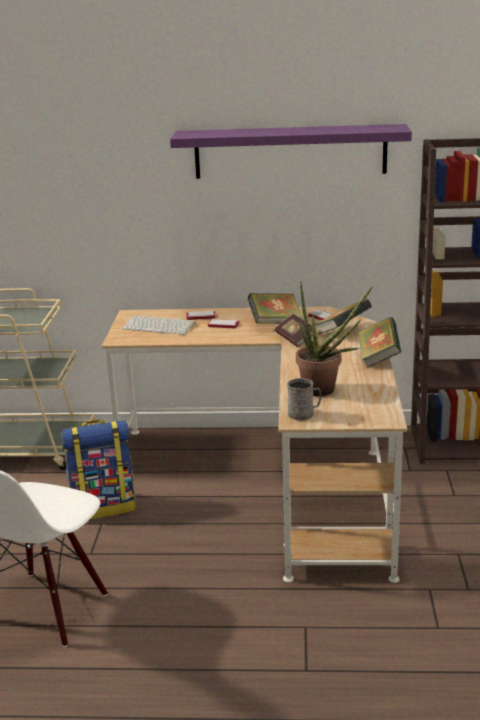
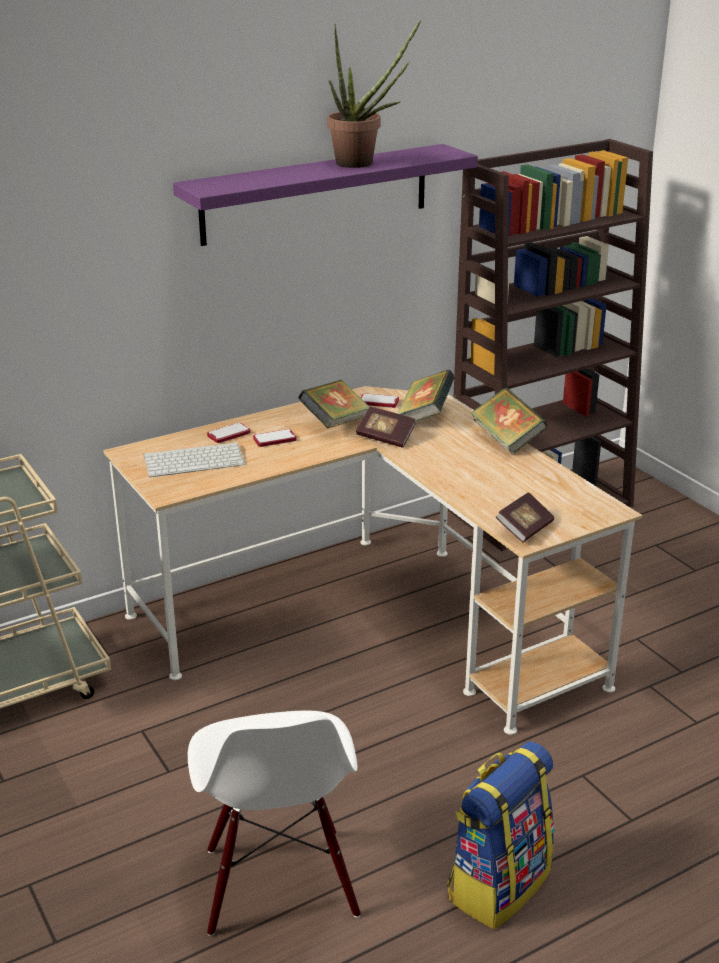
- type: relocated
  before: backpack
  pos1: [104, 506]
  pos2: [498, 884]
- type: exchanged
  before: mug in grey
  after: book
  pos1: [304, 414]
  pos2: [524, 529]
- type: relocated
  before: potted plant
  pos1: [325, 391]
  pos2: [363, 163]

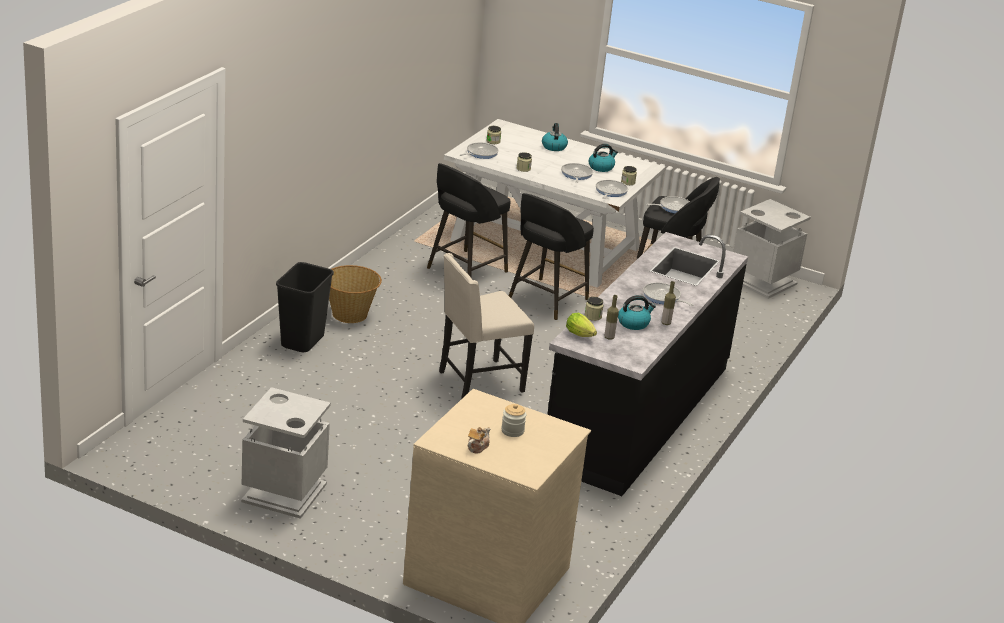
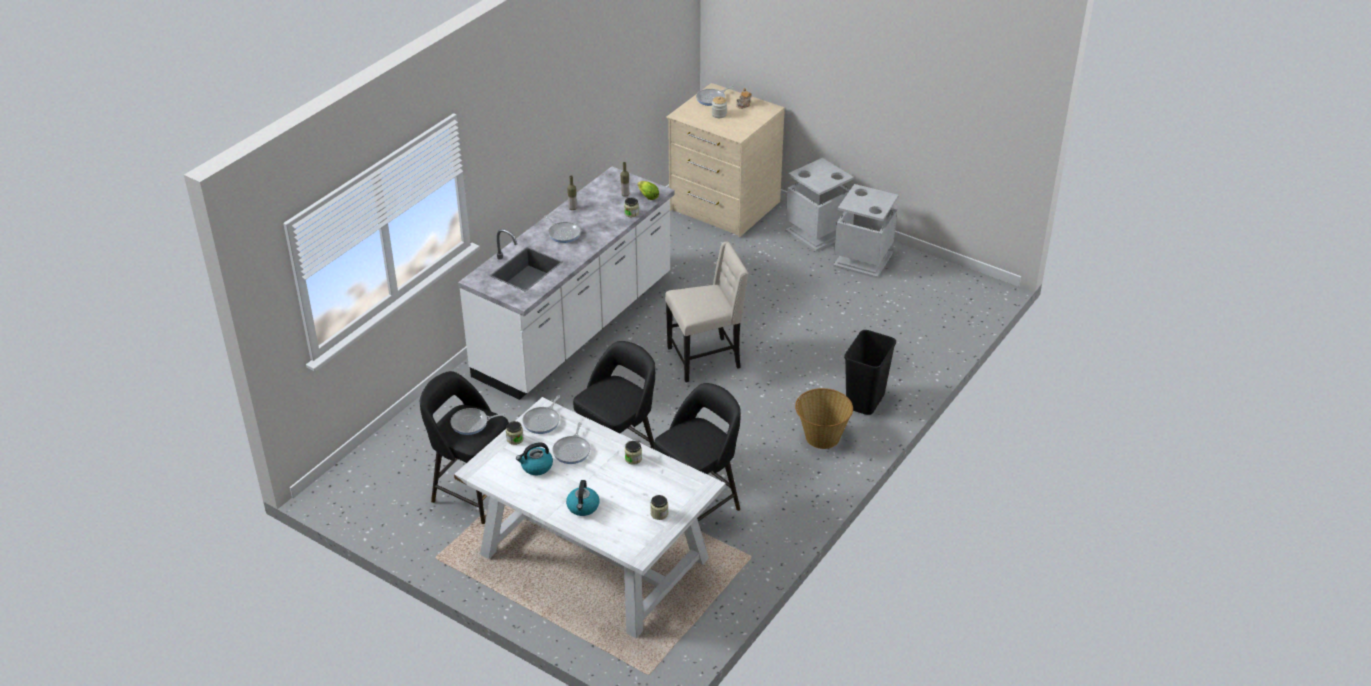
- type: relocated
  before: frying pan
  pos1: [480, 153]
  pos2: [712, 98]
- type: colour
  before: counter in black
  after: counter in white
  pos1: [636, 414]
  pos2: [576, 327]
- type: missing
  before: kettle
  pos1: [634, 323]
- type: relocated
  before: trash can in grey
  pos1: [763, 282]
  pos2: [816, 233]

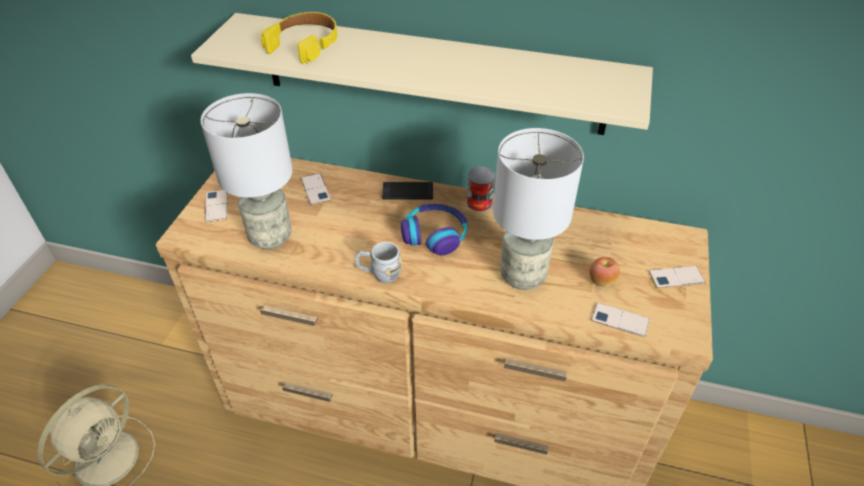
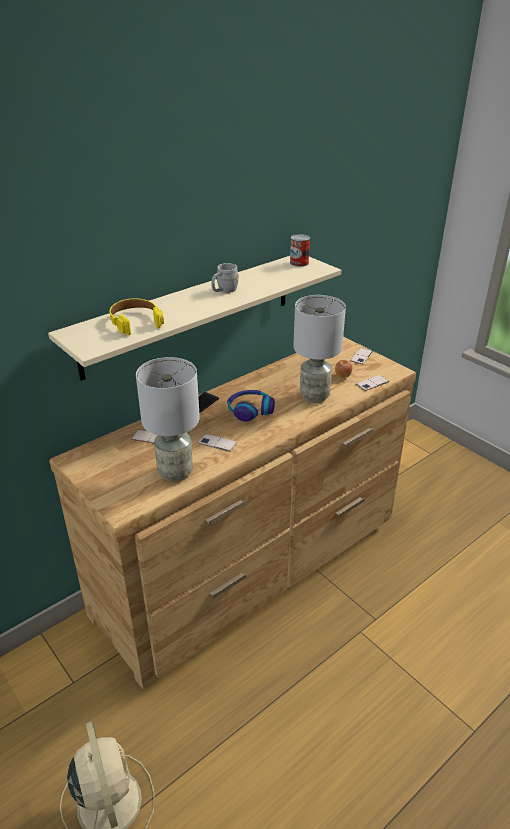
- type: relocated
  before: phone
  pos1: [216, 206]
  pos2: [217, 443]
- type: relocated
  before: mug in grey
  pos1: [379, 274]
  pos2: [224, 291]
- type: relocated
  before: can
  pos1: [479, 203]
  pos2: [299, 263]

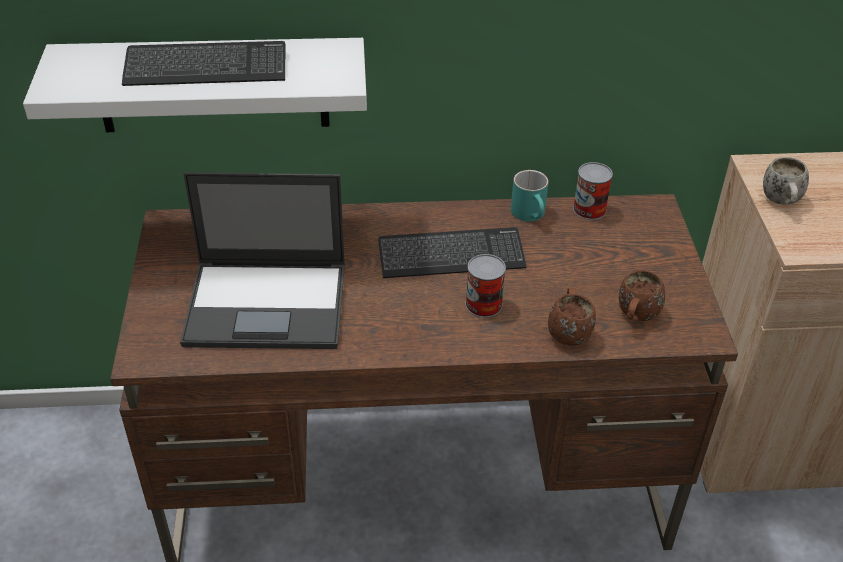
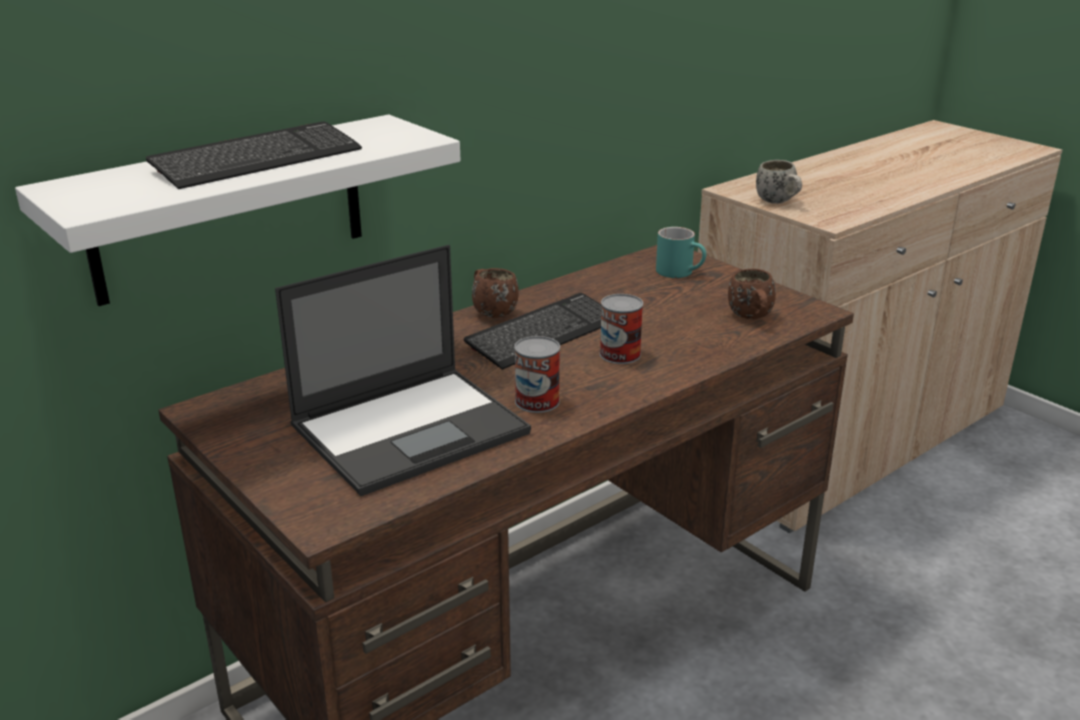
- type: relocated
  before: mug in turquoise
  pos1: [531, 215]
  pos2: [681, 272]
- type: relocated
  before: mug in brown
  pos1: [568, 331]
  pos2: [491, 311]
- type: relocated
  before: can
  pos1: [589, 209]
  pos2: [537, 401]

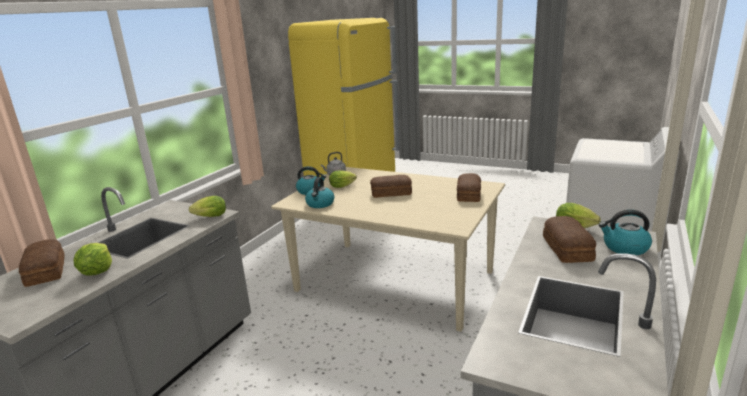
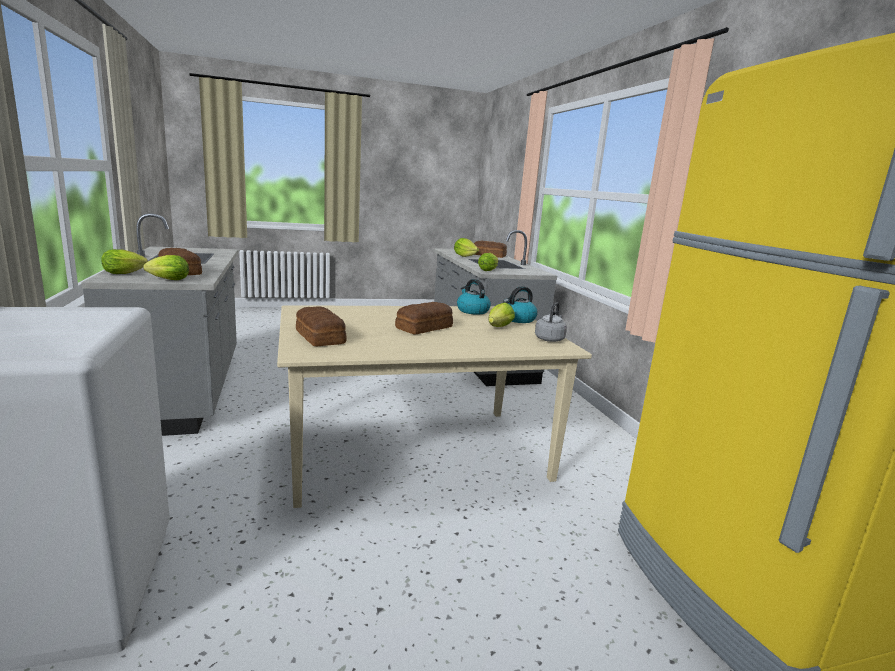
- type: exchanged
  before: kettle
  after: lettuce
  pos1: [624, 248]
  pos2: [126, 273]

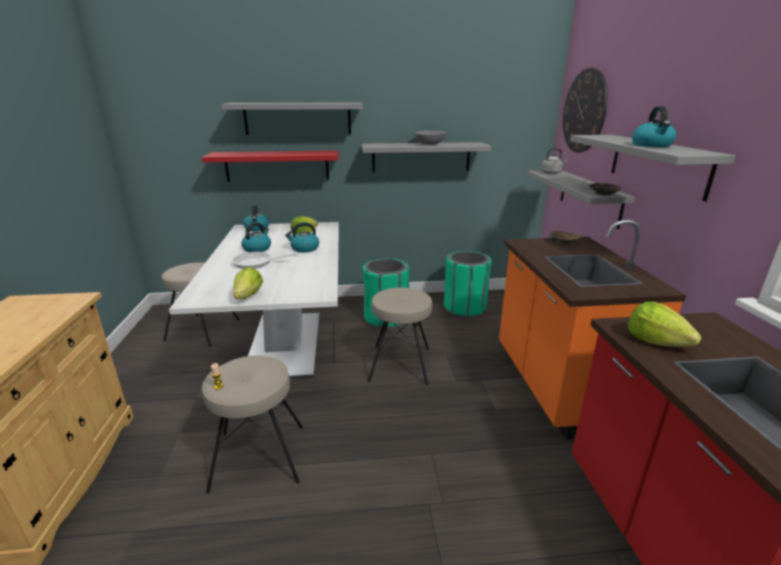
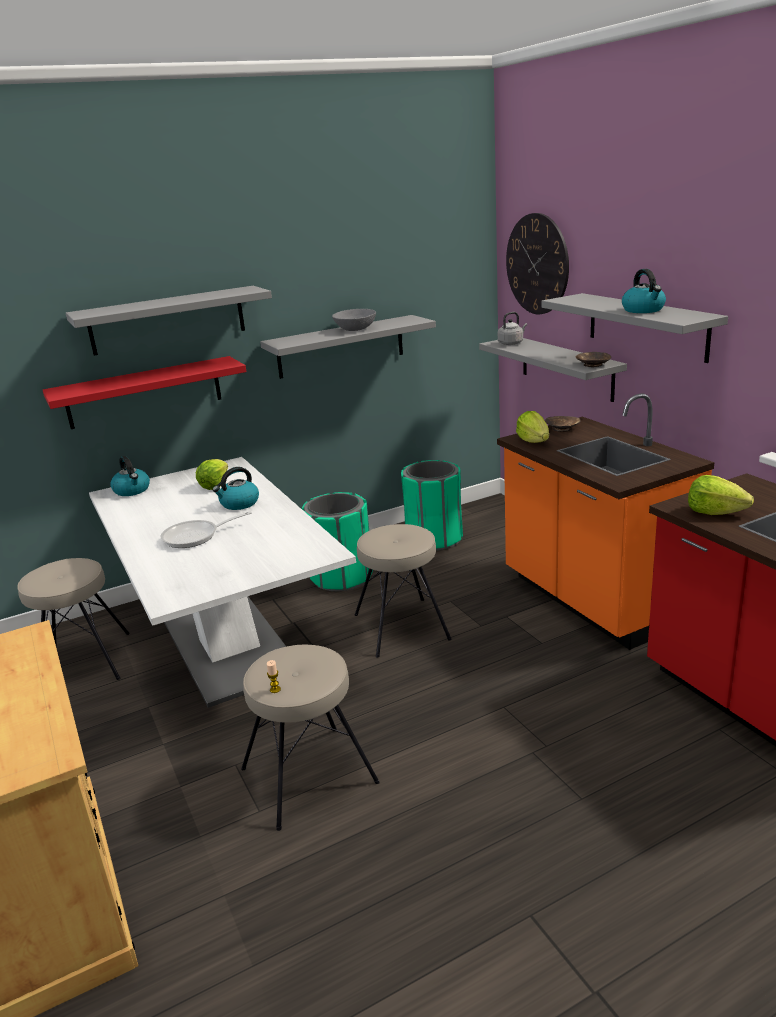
- type: relocated
  before: lettuce
  pos1: [248, 296]
  pos2: [534, 441]
- type: missing
  before: kettle
  pos1: [257, 248]

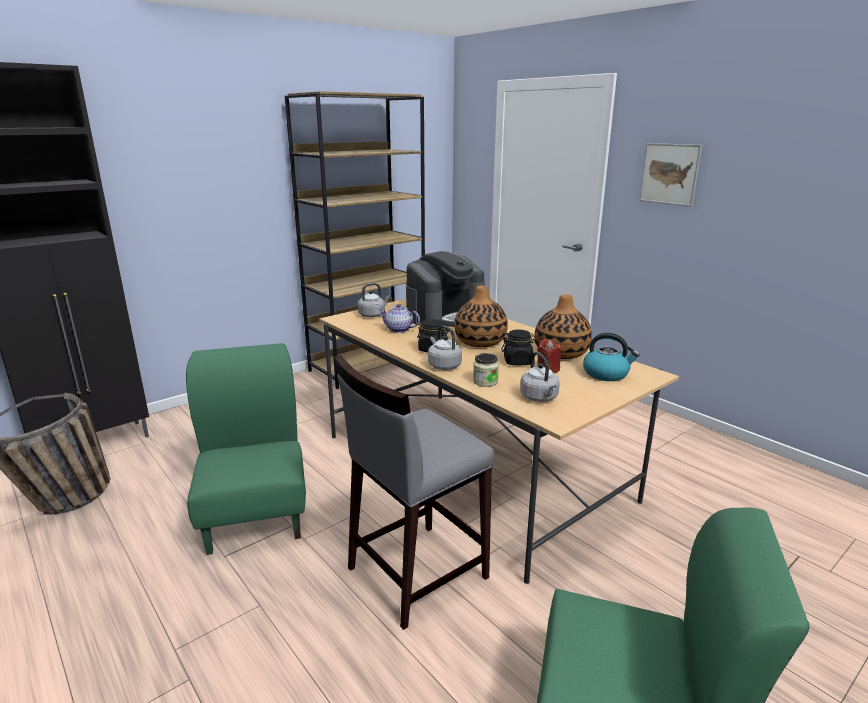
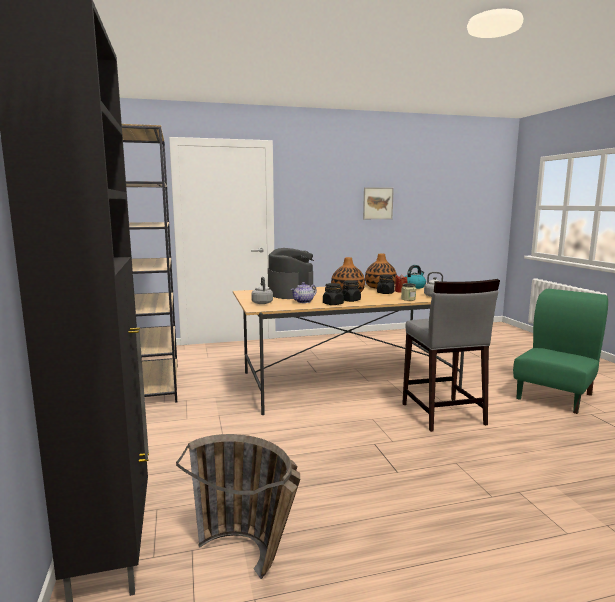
- type: missing
  before: chair in green
  pos1: [256, 514]
- type: missing
  before: kettle in grey
  pos1: [443, 365]
- type: relocated
  before: picture
  pos1: [669, 174]
  pos2: [378, 203]
- type: appeared
  after: jar in black
  pos2: [333, 304]

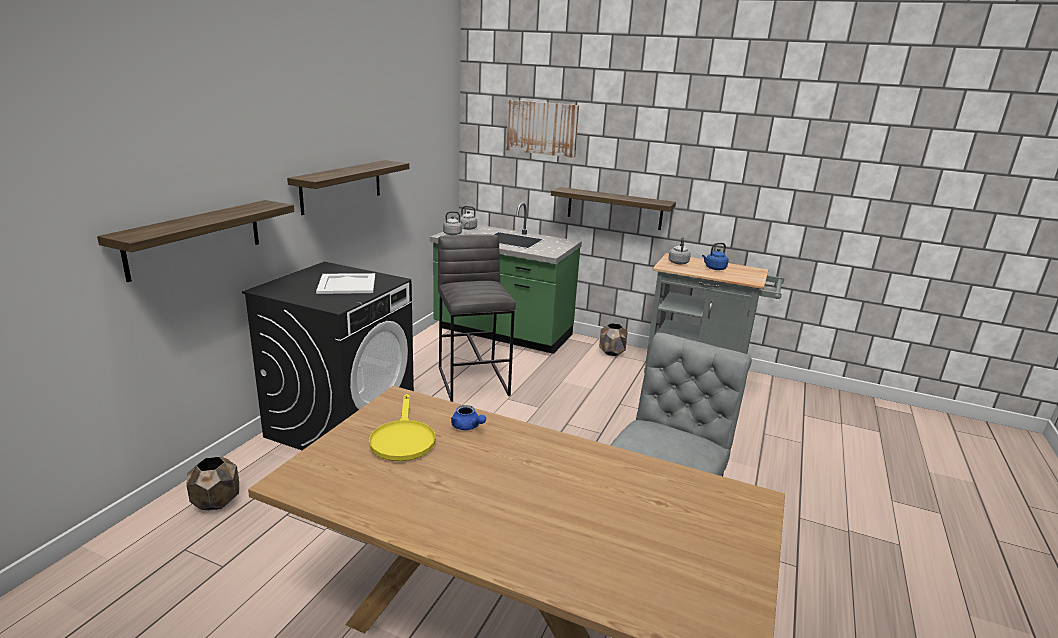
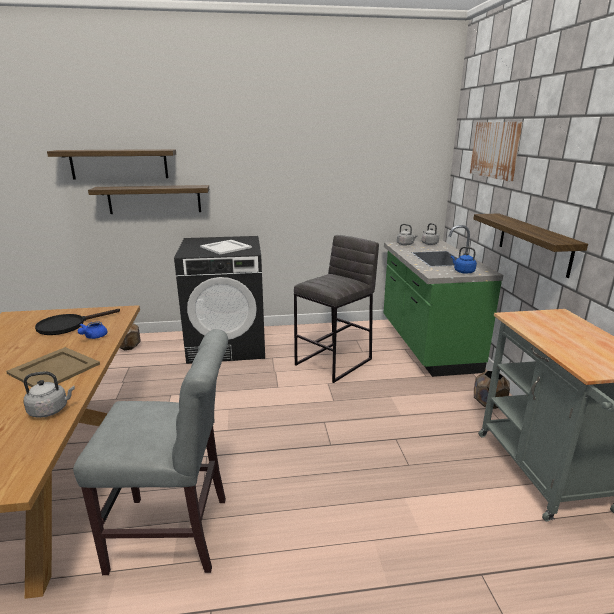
- type: relocated
  before: shelf
  pos1: [342, 186]
  pos2: [119, 164]
- type: colour
  before: frying pan in yellow
  after: frying pan in black
  pos1: [402, 439]
  pos2: [68, 325]
- type: relocated
  before: kettle in grey
  pos1: [678, 262]
  pos2: [51, 410]
- type: relocated
  before: kettle in blue
  pos1: [714, 268]
  pos2: [463, 271]
- type: appeared
  after: tray in beige
  pos2: [54, 368]

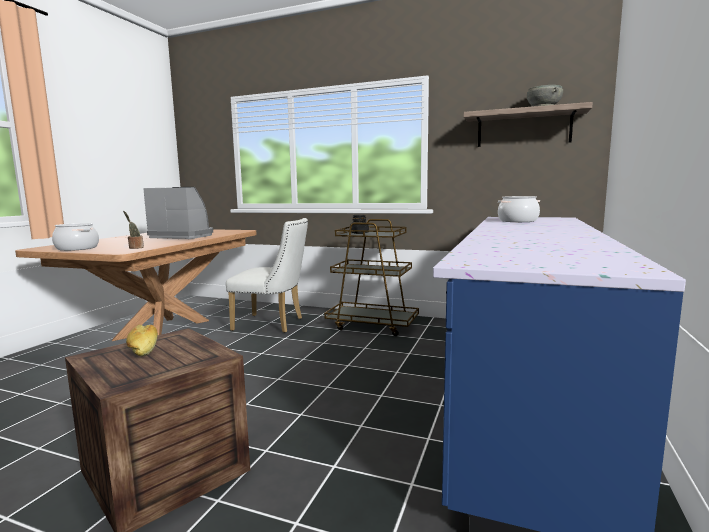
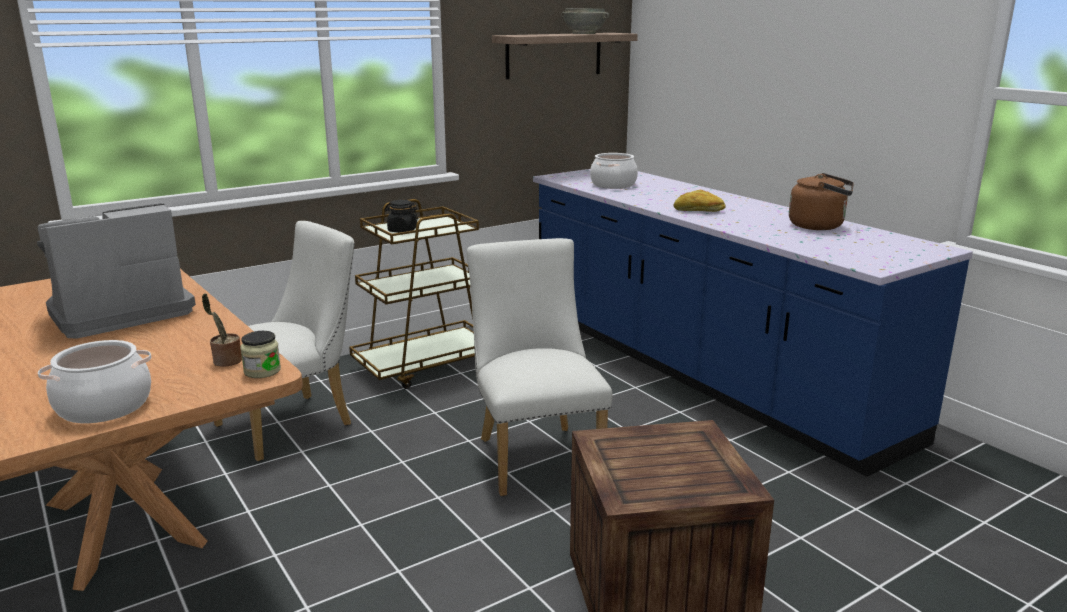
- type: relocated
  before: bread
  pos1: [143, 349]
  pos2: [699, 211]
- type: appeared
  after: jar
  pos2: [262, 371]
- type: appeared
  after: chair in white
  pos2: [535, 454]
- type: appeared
  after: kettle in brown
  pos2: [819, 226]

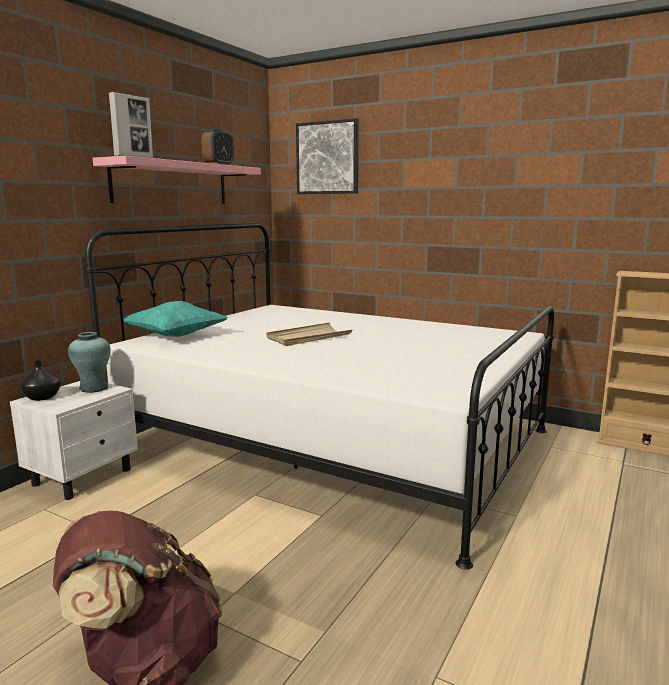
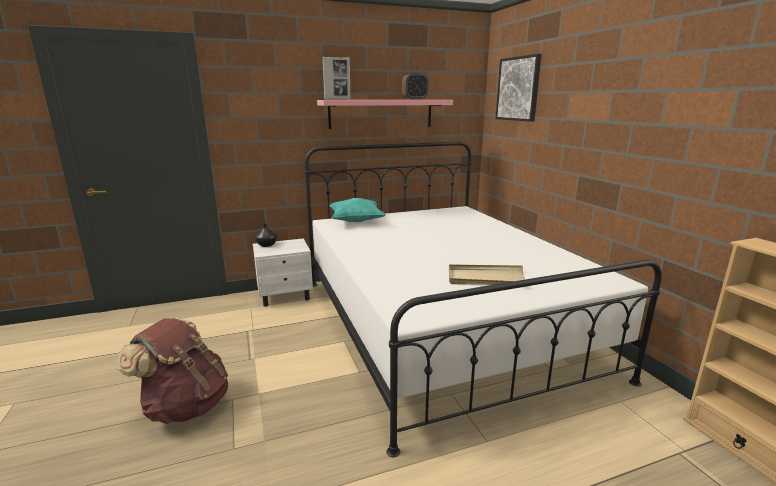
- type: missing
  before: vase in turquoise
  pos1: [94, 388]
- type: relocated
  before: tray in beige
  pos1: [308, 337]
  pos2: [486, 278]

